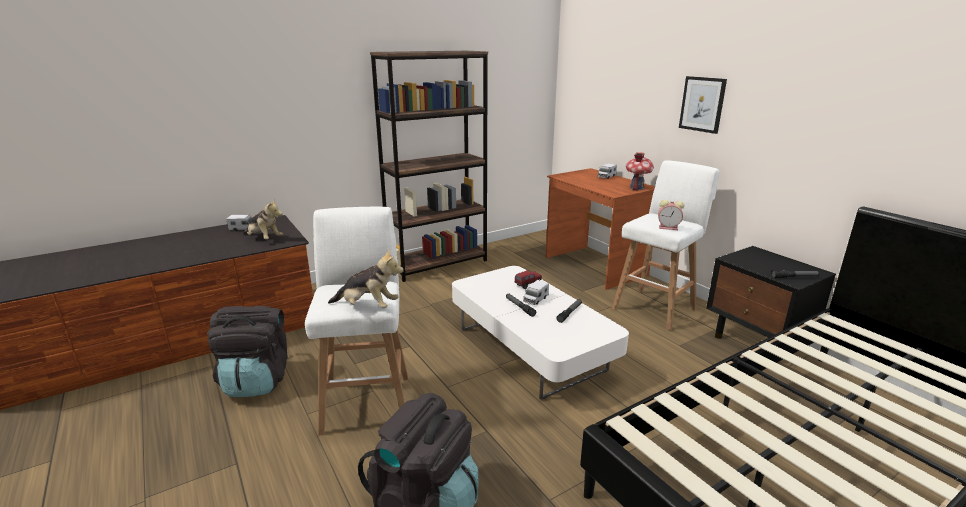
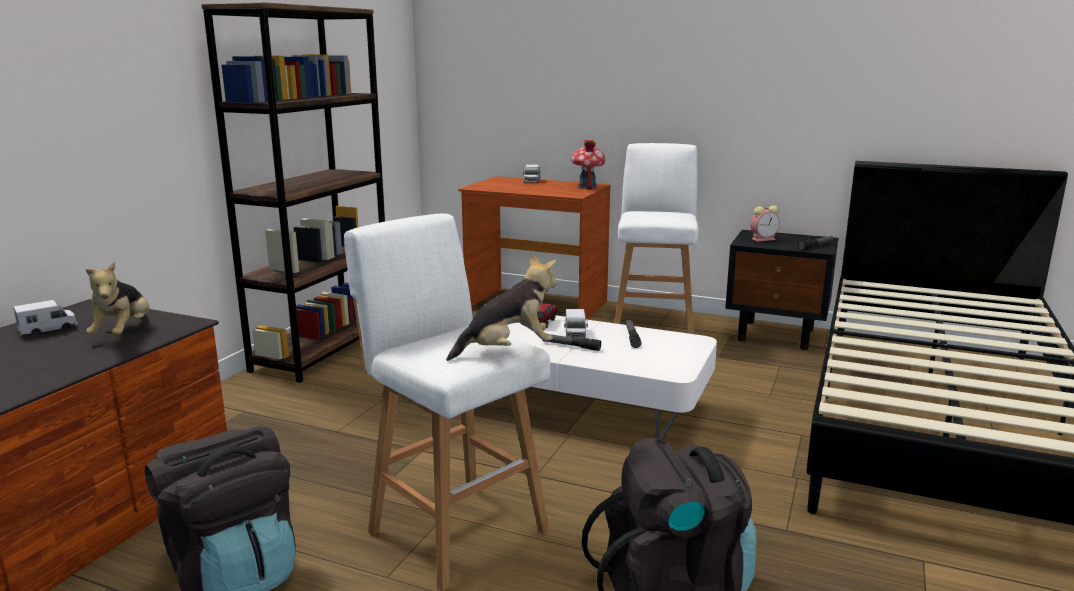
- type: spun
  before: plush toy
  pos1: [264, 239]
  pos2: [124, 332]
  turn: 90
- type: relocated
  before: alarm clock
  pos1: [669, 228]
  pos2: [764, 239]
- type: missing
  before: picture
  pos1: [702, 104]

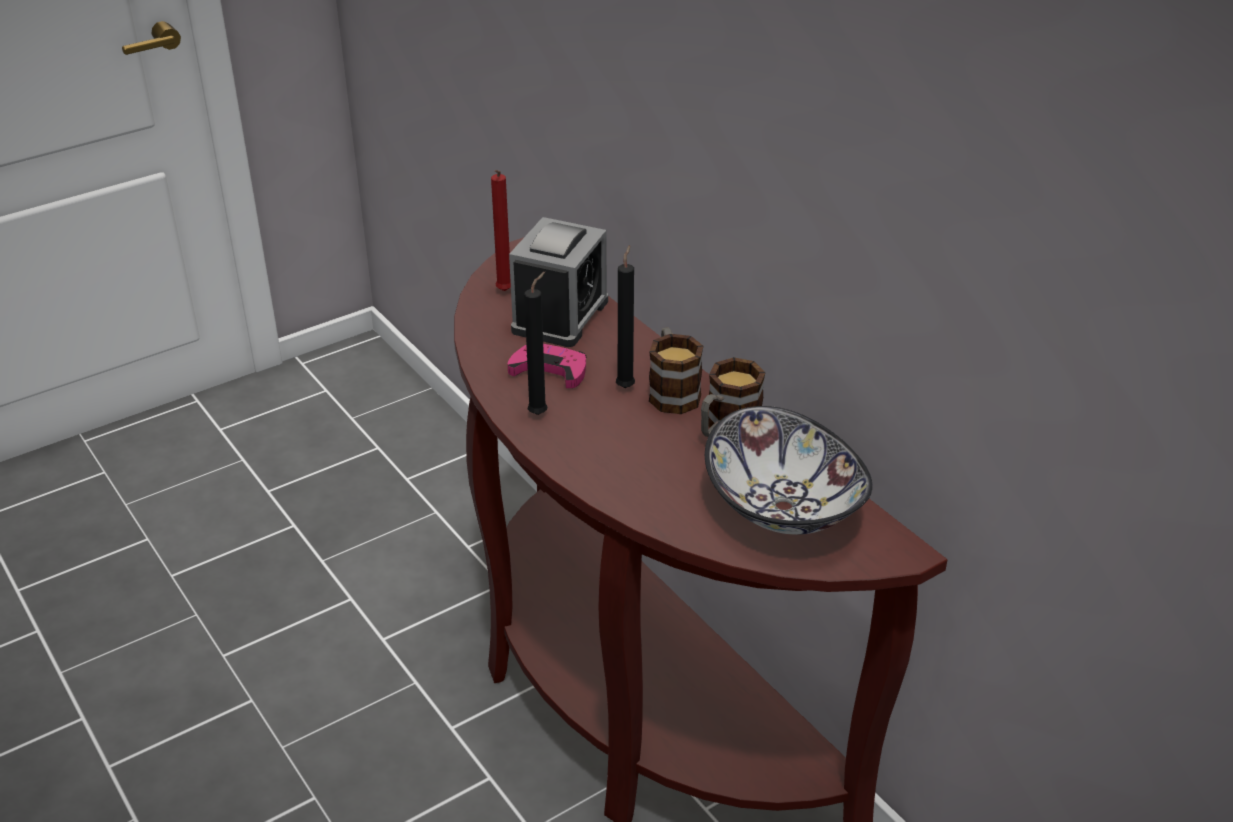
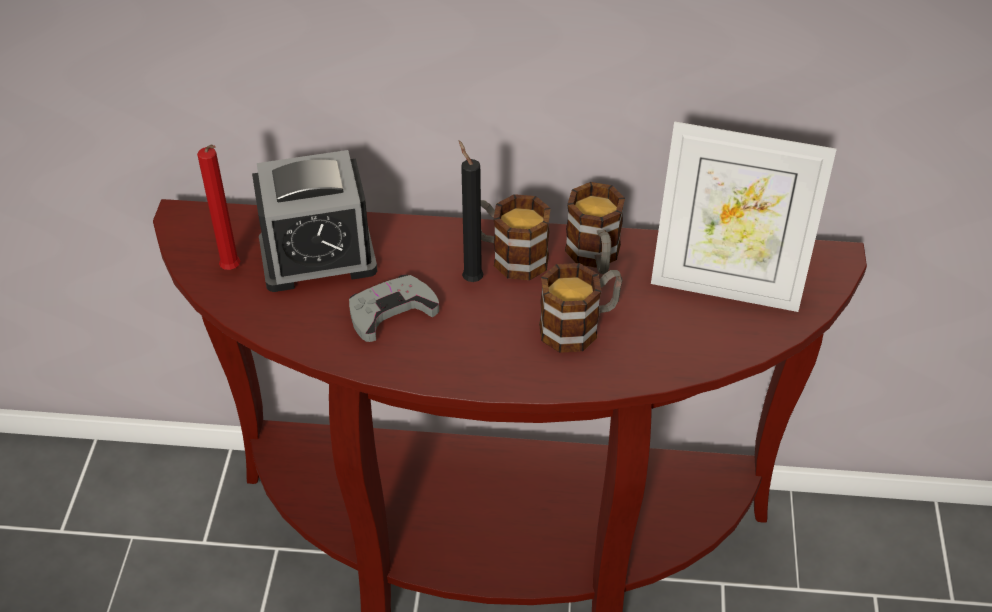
- type: colour
  before: game controller in pink
  after: game controller in grey
  pos1: [550, 370]
  pos2: [391, 311]
- type: spun
  before: alarm clock
  pos1: [560, 316]
  pos2: [318, 256]
  turn: 105
- type: missing
  before: candle in black
  pos1: [540, 413]
- type: exchanged
  before: bowl
  after: picture frame
  pos1: [785, 507]
  pos2: [726, 286]
- type: appeared
  after: mug
  pos2: [580, 326]

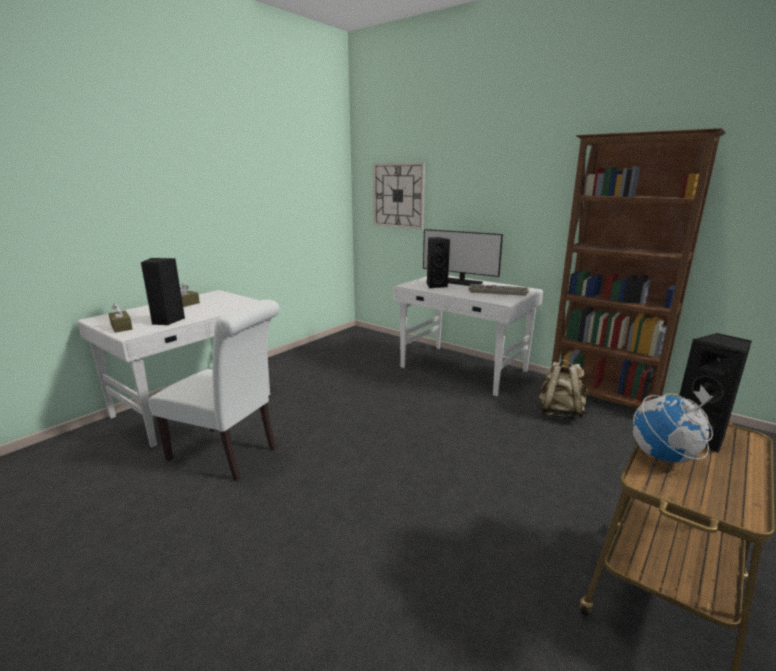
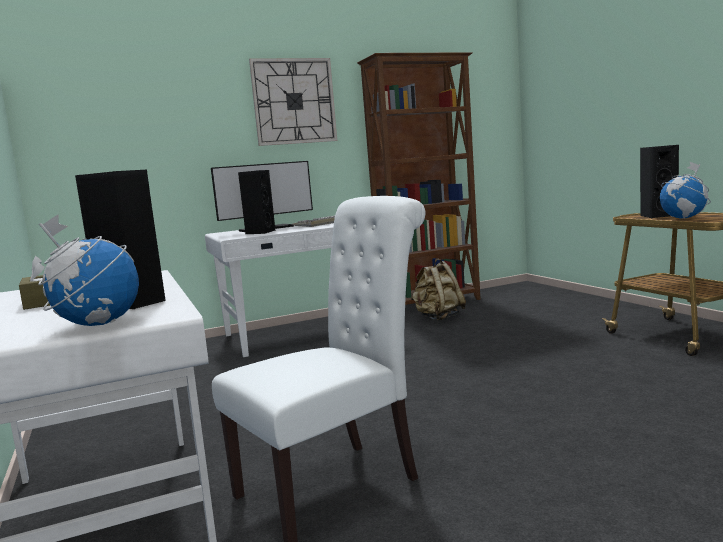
- type: exchanged
  before: tissue box in brown
  after: globe
  pos1: [121, 327]
  pos2: [97, 325]
- type: relocated
  before: wall clock
  pos1: [398, 195]
  pos2: [294, 101]

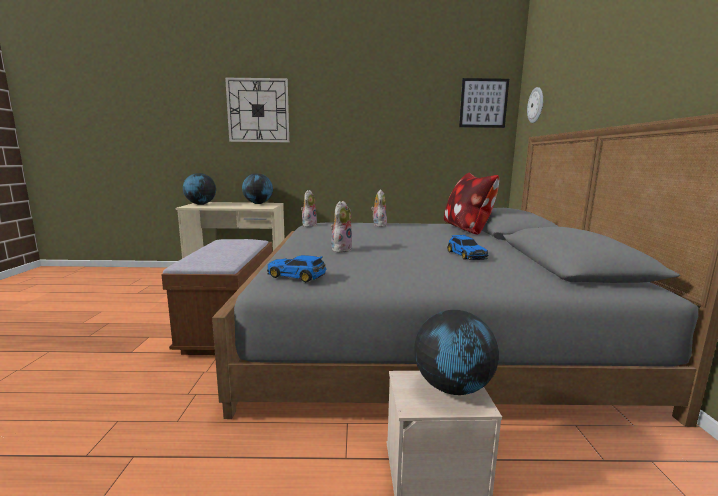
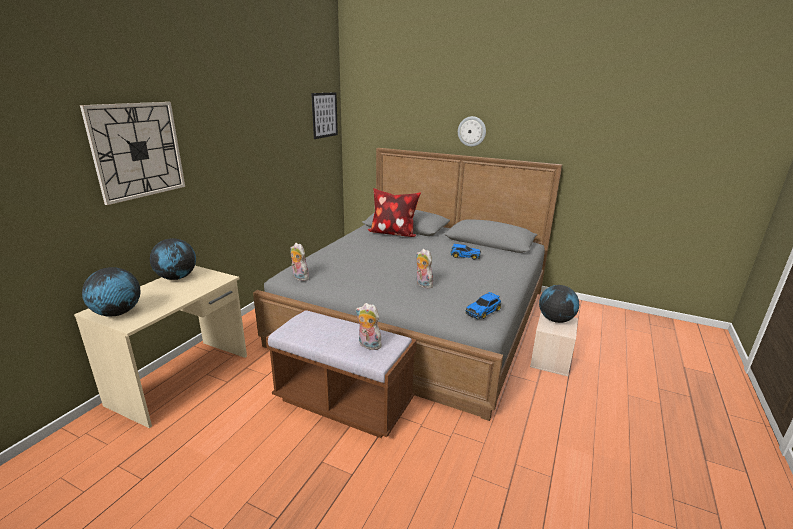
- type: relocated
  before: plush toy
  pos1: [378, 225]
  pos2: [368, 345]
- type: relocated
  before: wall clock
  pos1: [536, 105]
  pos2: [471, 131]

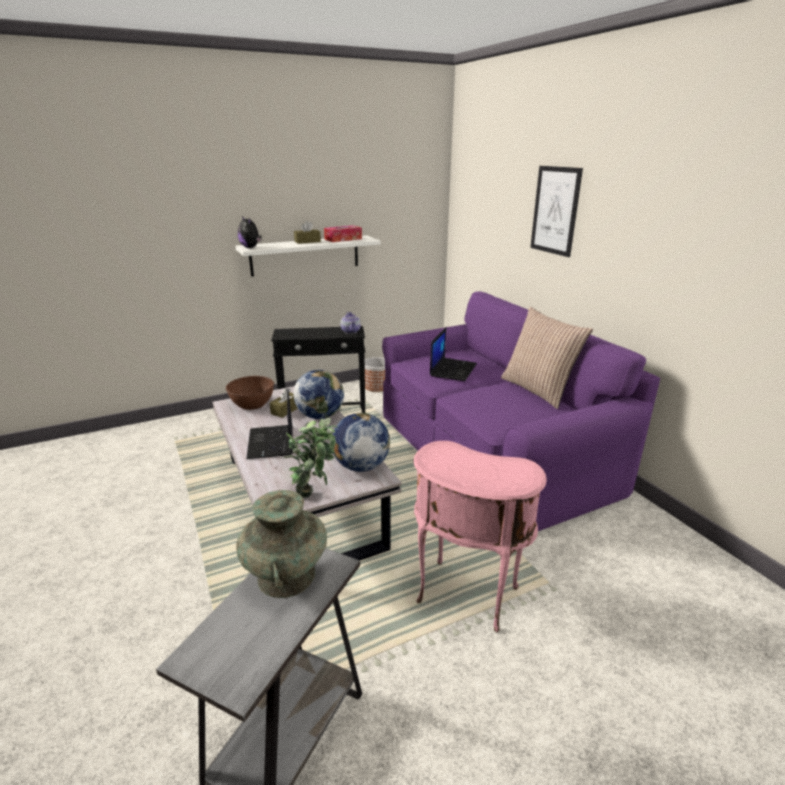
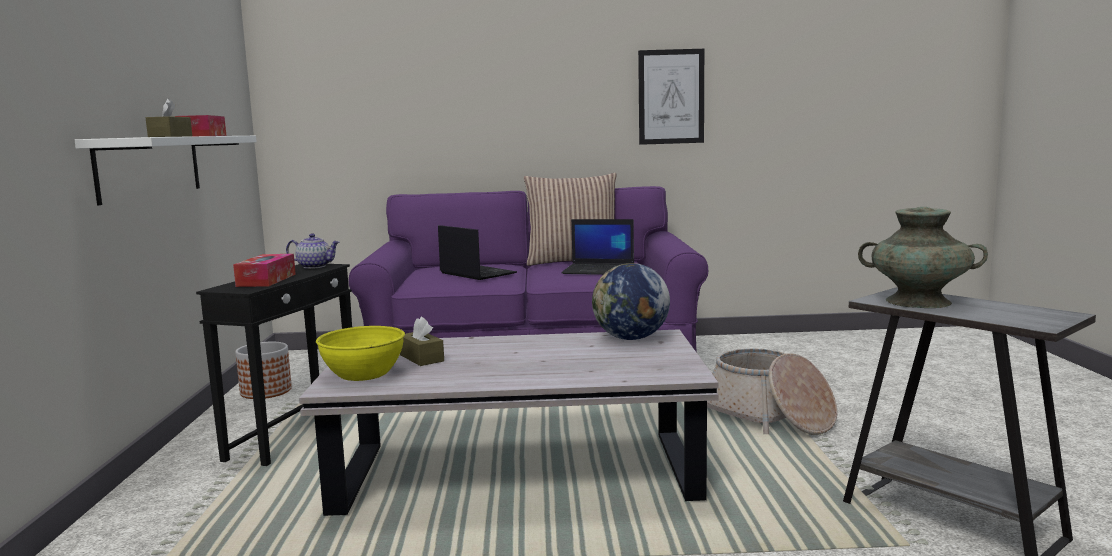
- type: colour
  before: bowl in brown
  after: bowl in yellow
  pos1: [252, 404]
  pos2: [363, 374]
- type: missing
  before: plush toy
  pos1: [251, 247]
- type: relocated
  before: laptop
  pos1: [272, 442]
  pos2: [600, 270]
- type: missing
  before: potted plant
  pos1: [315, 492]
- type: missing
  before: globe
  pos1: [320, 416]
- type: exchanged
  before: side table in pink
  after: basket
  pos1: [465, 597]
  pos2: [768, 417]
- type: relocated
  before: picture
  pos1: [555, 210]
  pos2: [671, 97]
- type: appeared
  after: tissue box
  pos2: [266, 280]

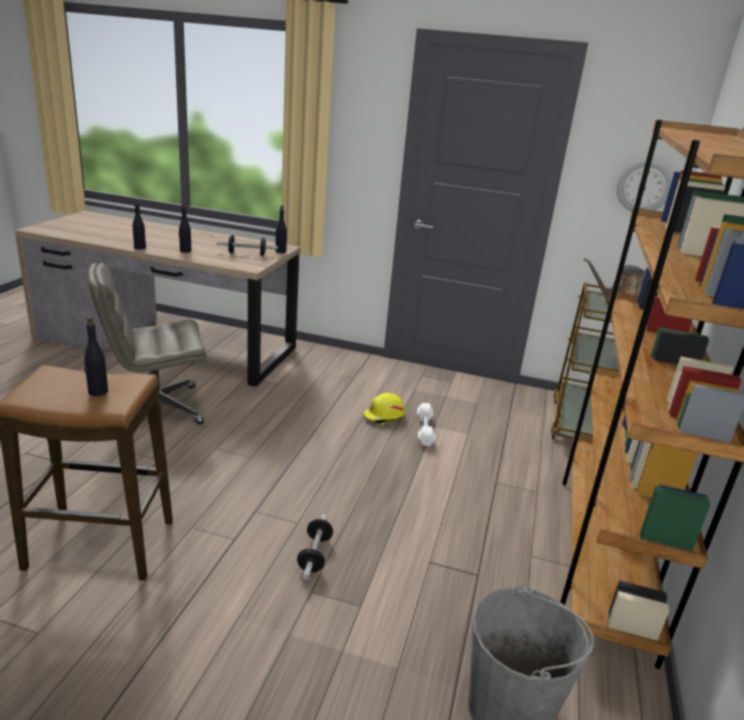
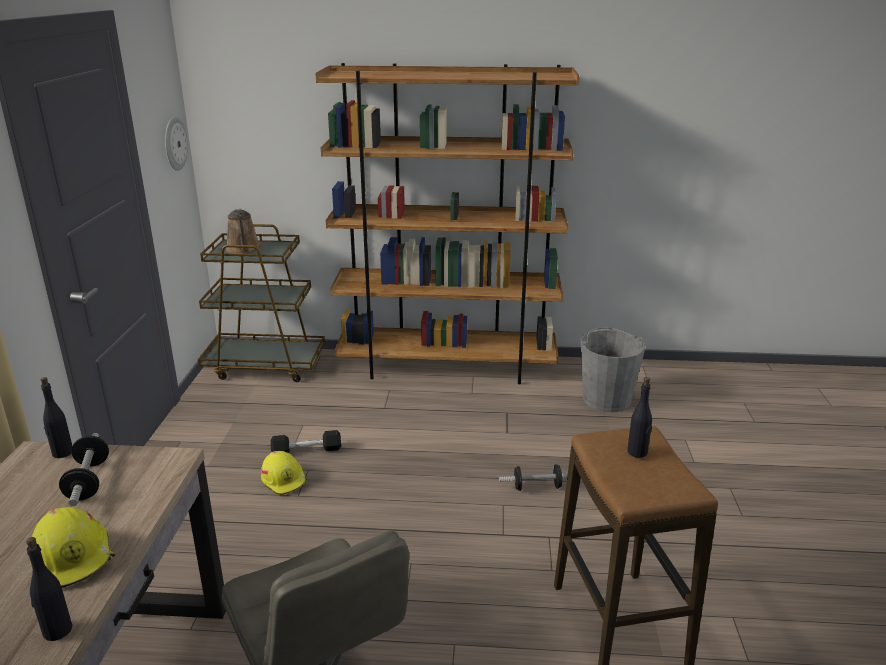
- type: exchanged
  before: bottle in black
  after: hard hat in yellow
  pos1: [185, 251]
  pos2: [76, 557]
- type: colour
  before: dumbbell in white
  after: dumbbell in black
  pos1: [425, 430]
  pos2: [306, 450]

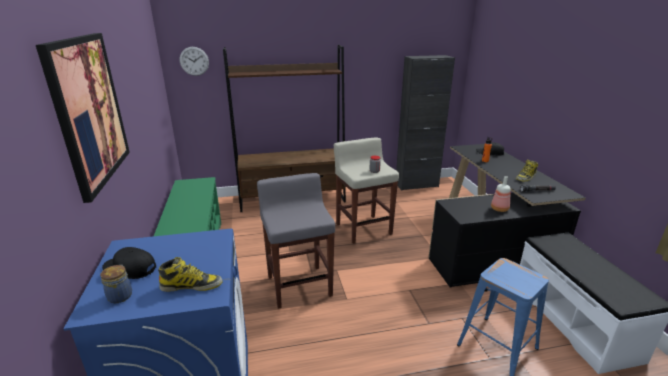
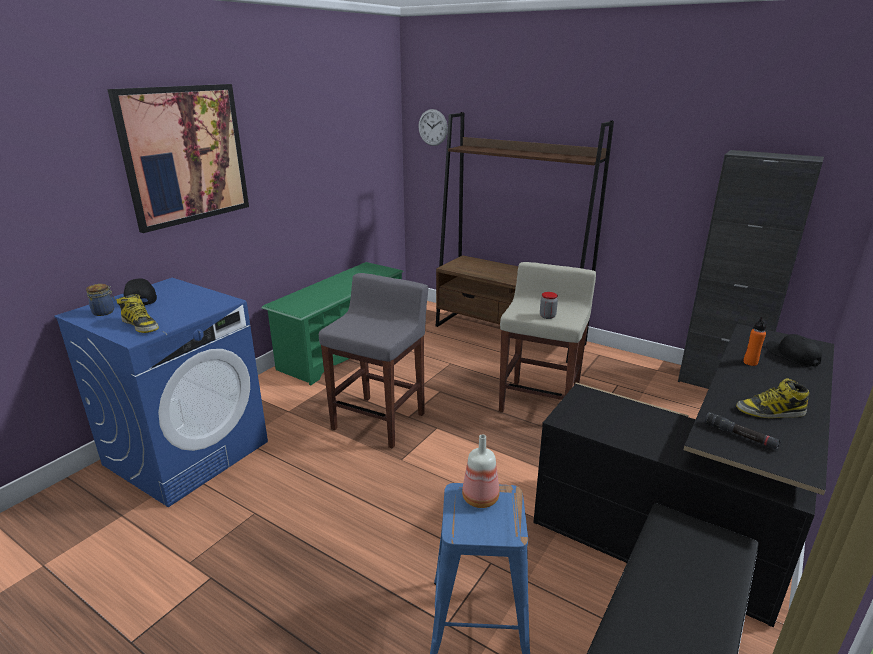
- type: relocated
  before: bottle
  pos1: [499, 209]
  pos2: [481, 499]

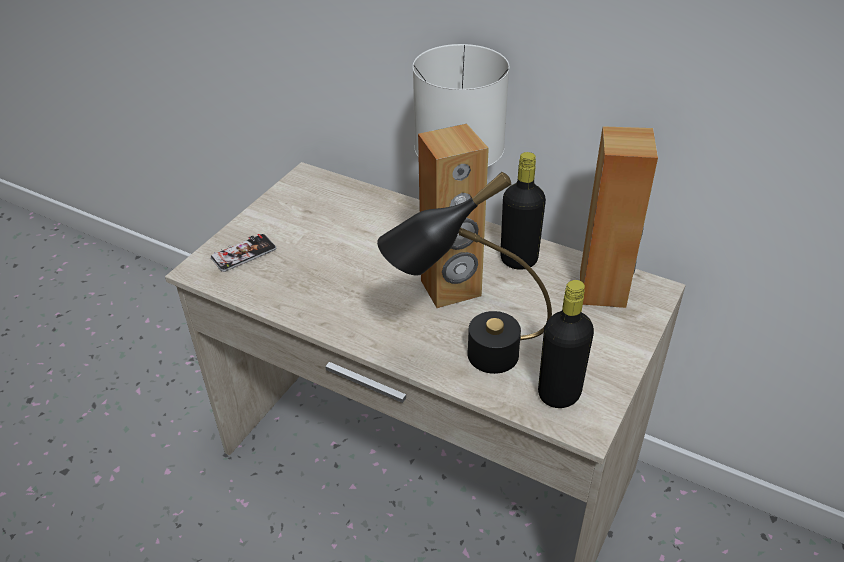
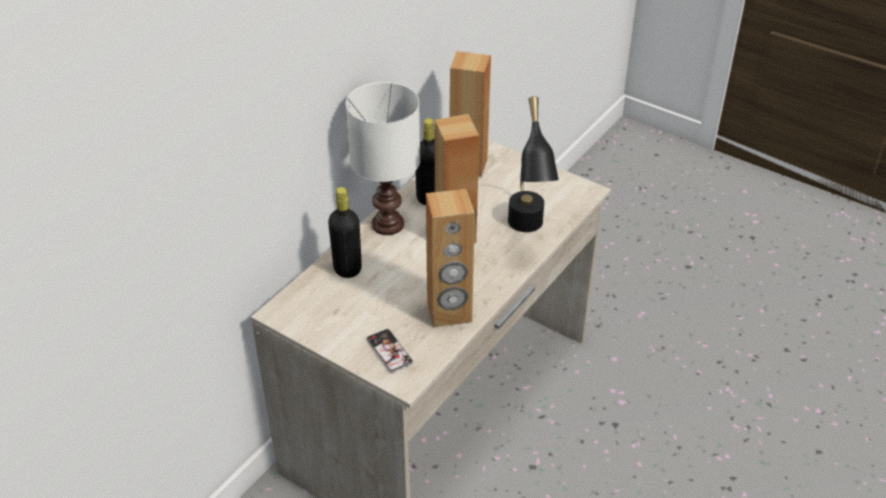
- type: relocated
  before: bottle in black
  pos1: [559, 394]
  pos2: [347, 269]
- type: appeared
  after: speaker in brown
  pos2: [449, 312]

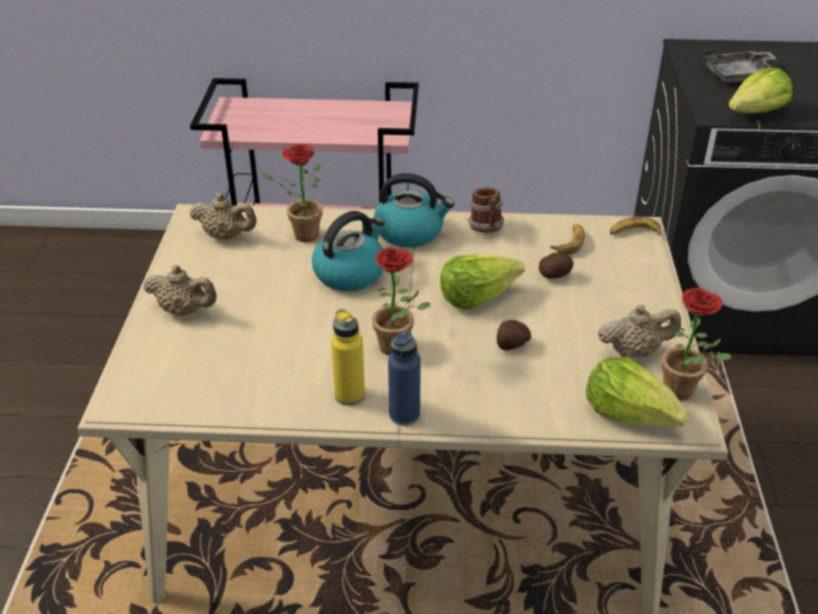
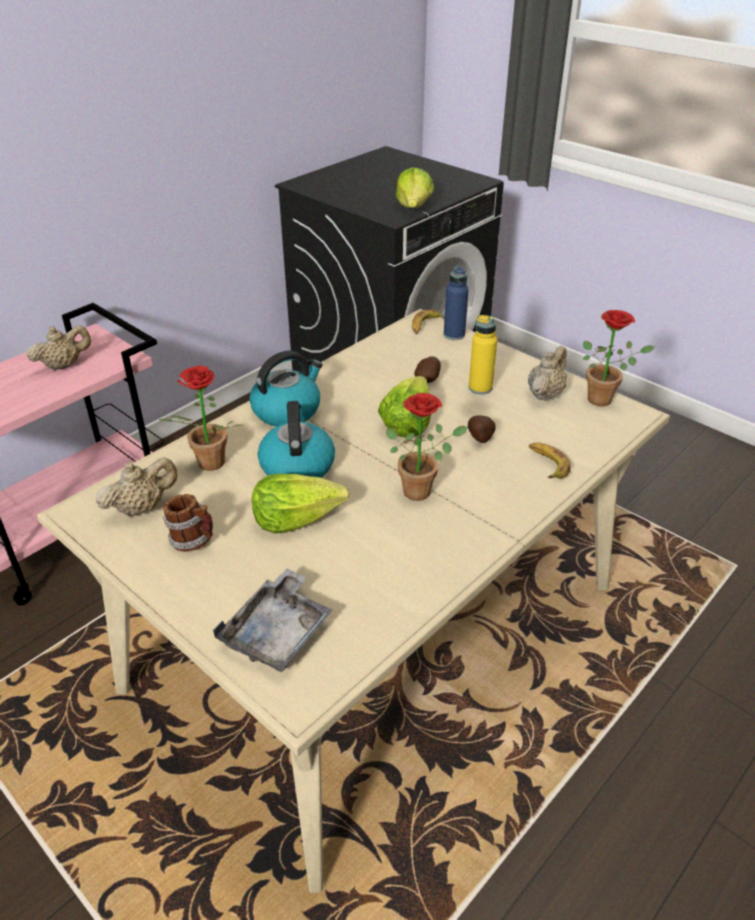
- type: relocated
  before: teapot in beige
  pos1: [184, 311]
  pos2: [64, 365]
- type: relocated
  before: bottle in yellow
  pos1: [349, 395]
  pos2: [480, 388]
- type: relocated
  before: bottle in blue
  pos1: [404, 415]
  pos2: [454, 335]
- type: relocated
  before: mug
  pos1: [486, 229]
  pos2: [194, 541]
- type: relocated
  before: banana
  pos1: [569, 243]
  pos2: [547, 464]
- type: relocated
  before: lettuce
  pos1: [630, 413]
  pos2: [296, 518]
- type: relocated
  before: tray in grey
  pos1: [739, 75]
  pos2: [278, 633]

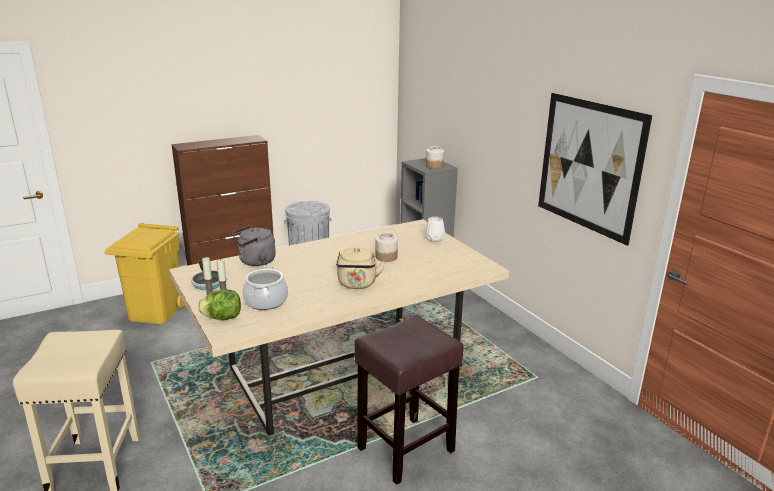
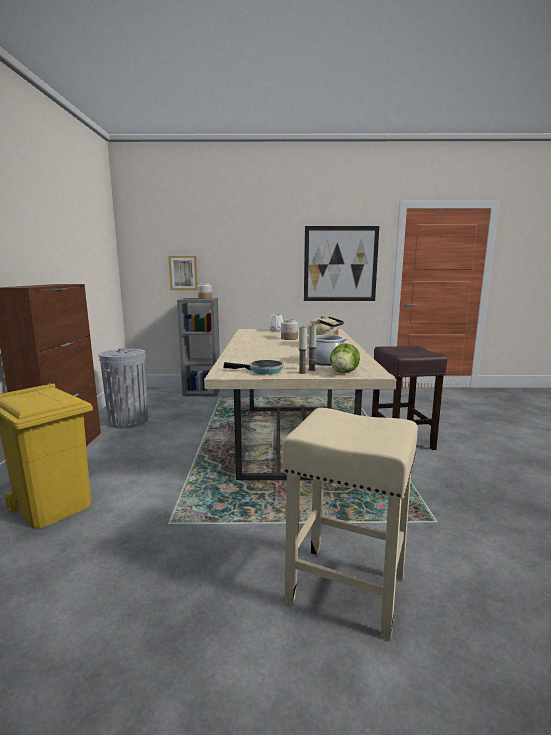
- type: missing
  before: kettle in grey
  pos1: [255, 261]
- type: appeared
  after: picture
  pos2: [183, 273]

